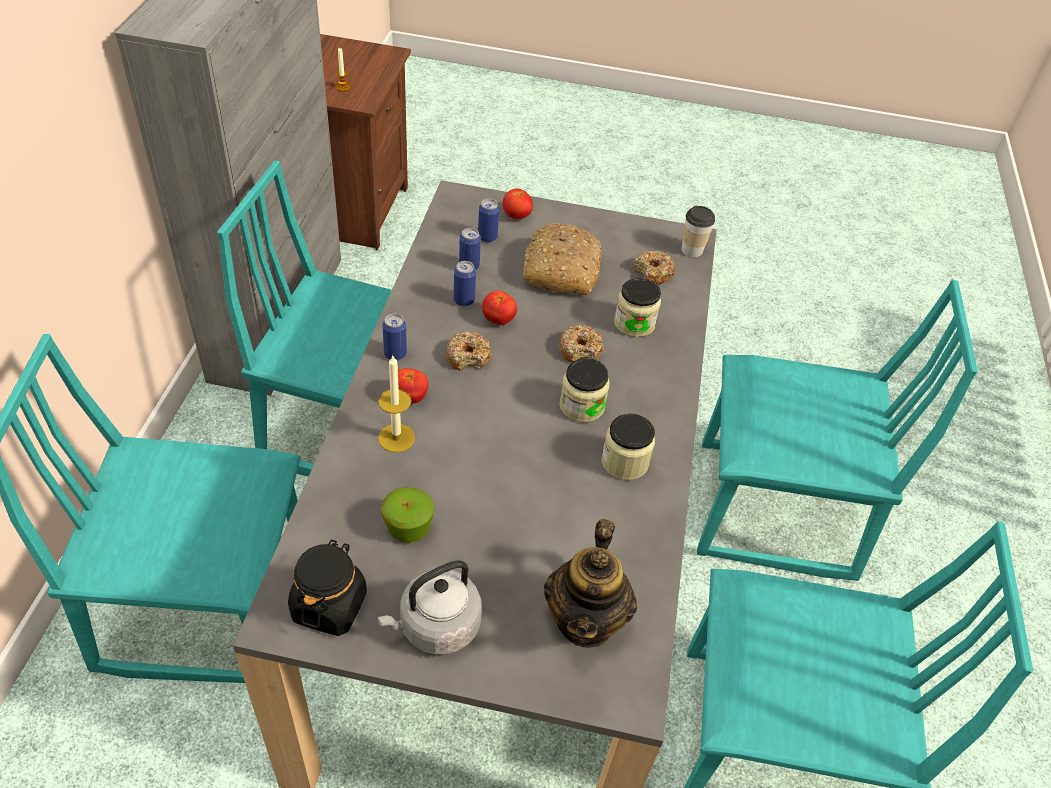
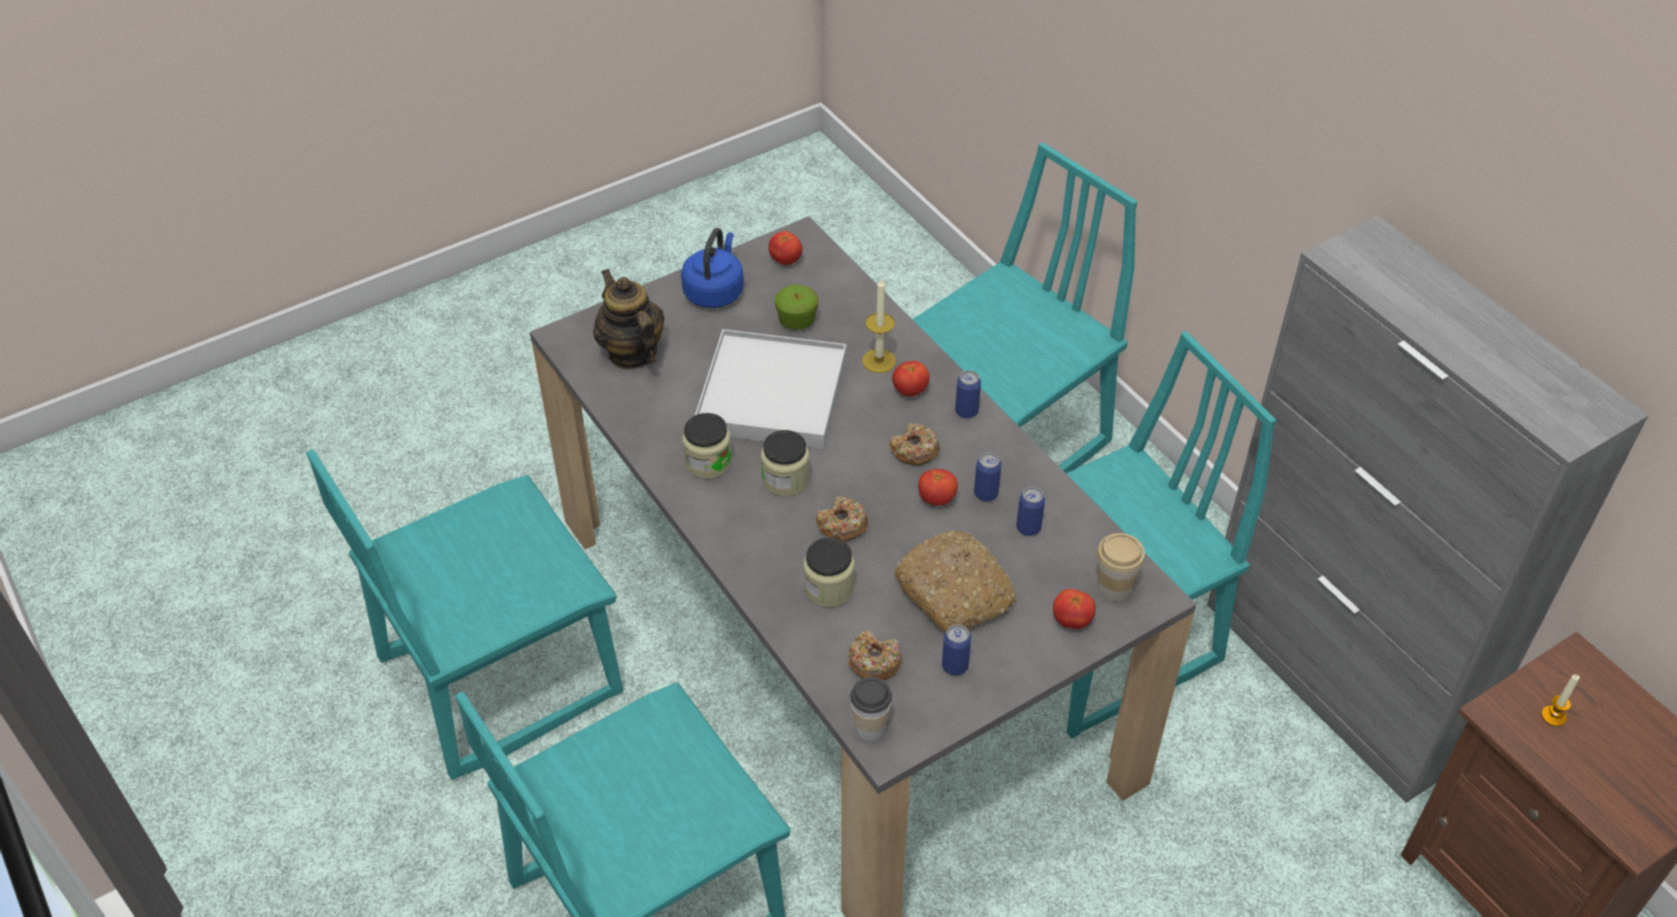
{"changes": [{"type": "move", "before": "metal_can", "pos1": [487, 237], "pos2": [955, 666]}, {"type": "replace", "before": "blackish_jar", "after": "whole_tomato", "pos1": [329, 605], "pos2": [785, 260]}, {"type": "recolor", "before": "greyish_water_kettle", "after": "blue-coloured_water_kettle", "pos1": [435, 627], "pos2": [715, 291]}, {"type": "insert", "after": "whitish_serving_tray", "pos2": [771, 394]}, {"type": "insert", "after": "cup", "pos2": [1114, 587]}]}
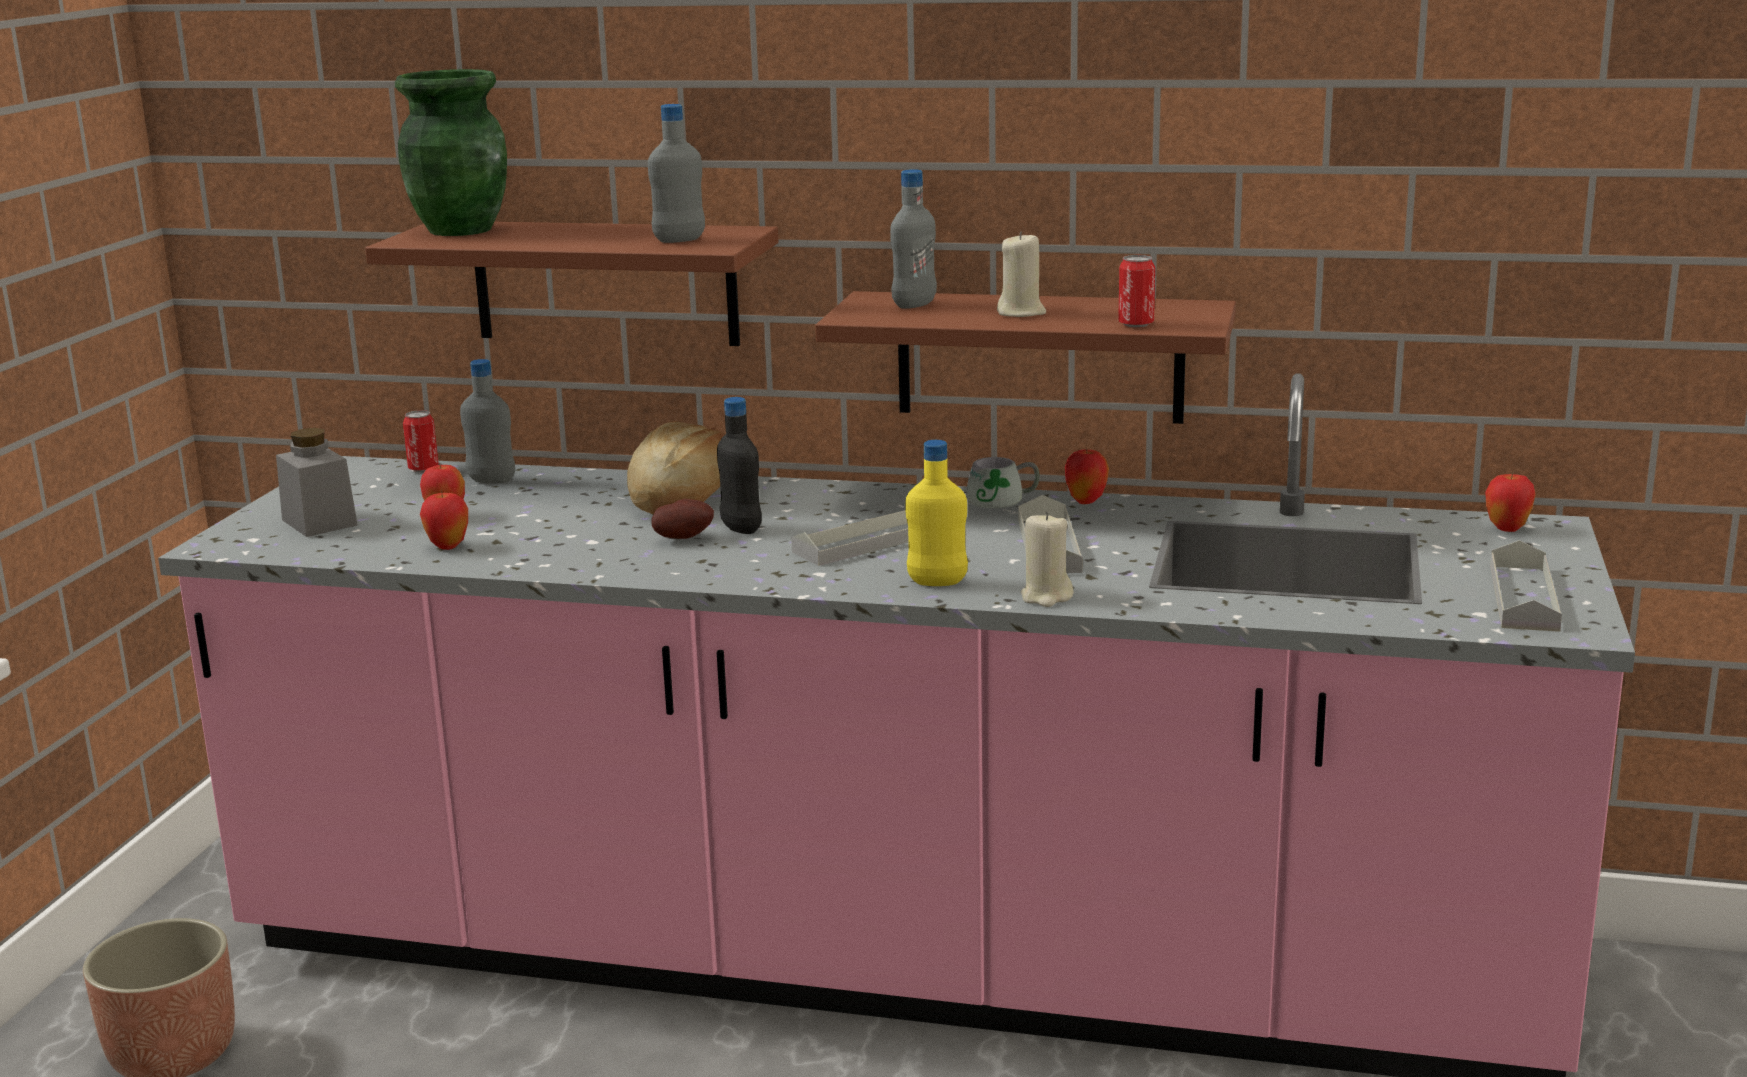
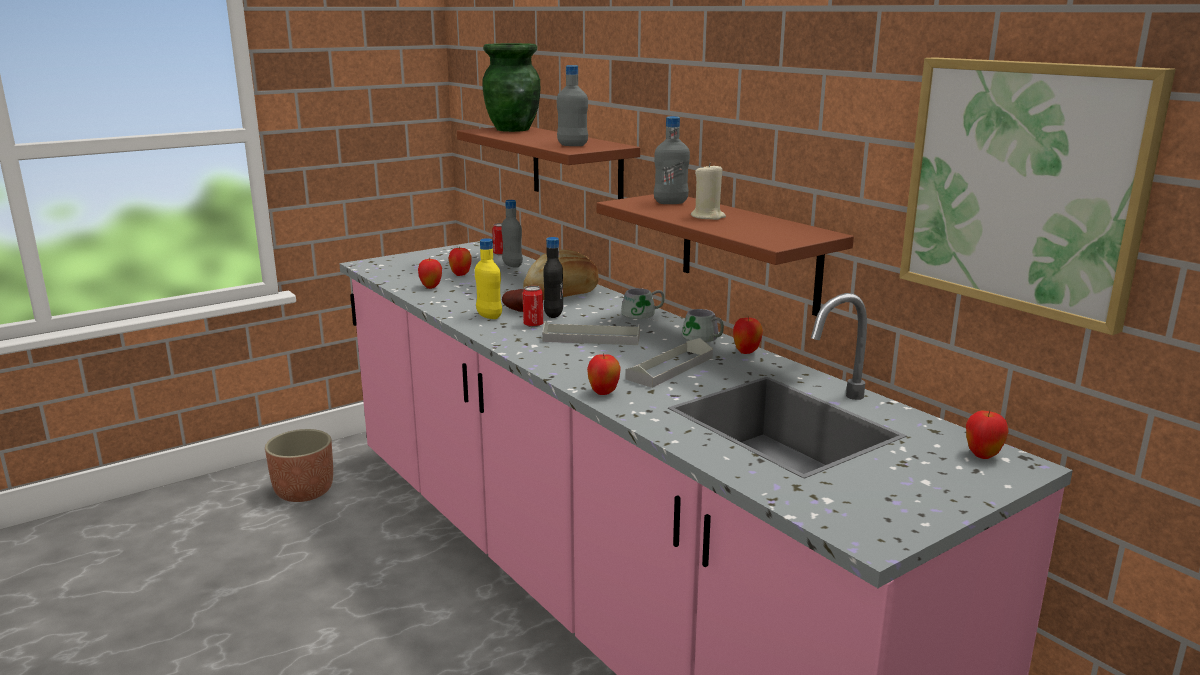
{"changes": [{"type": "move", "before": "metal_can", "pos1": [1136, 324], "pos2": [533, 325]}, {"type": "delete", "before": "greyish_jar", "pos1": [319, 522]}, {"type": "move", "before": "yellow-coloured_drink_bottle", "pos1": [937, 582], "pos2": [489, 316]}, {"type": "replace", "before": "beige-coloured_wax_candle", "after": "apple_fruit", "pos1": [1046, 597], "pos2": [603, 393]}, {"type": "delete", "before": "greyish_serving_tray", "pos1": [1523, 597]}, {"type": "insert", "after": "wall_art", "pos2": [1023, 187]}, {"type": "insert", "after": "greyish_coffee_mug", "pos2": [643, 315]}]}
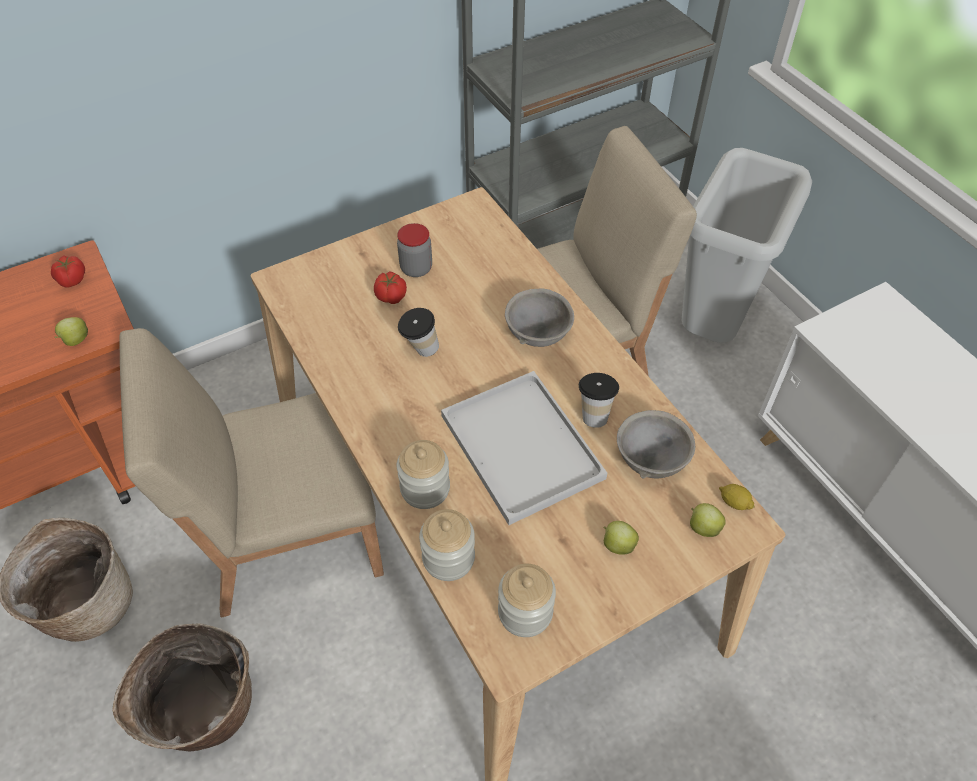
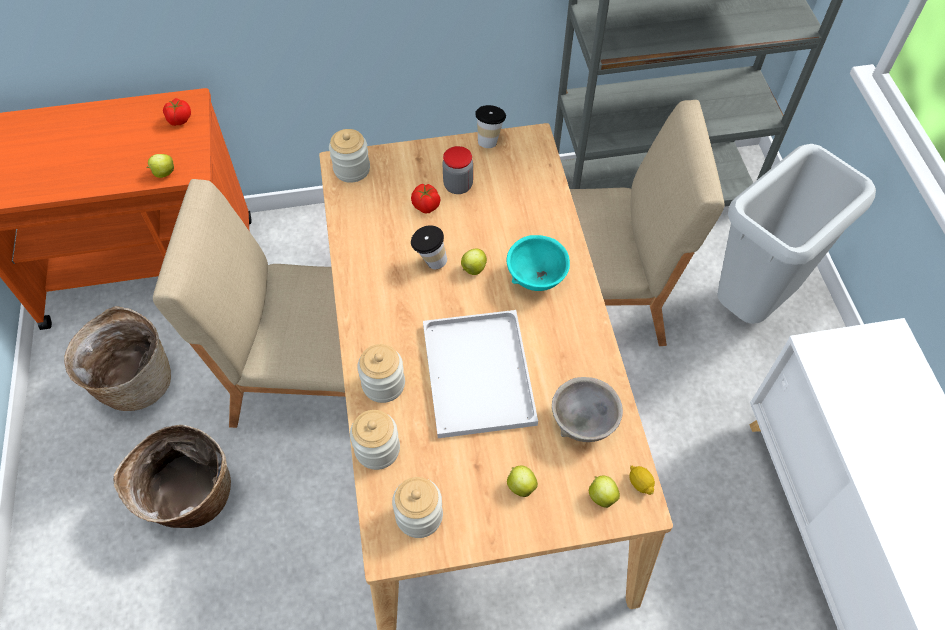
{"changes": [{"type": "recolor", "before": "greyish_serving_bowl", "after": "blue-green_serving_bowl", "pos1": [538, 335], "pos2": [537, 278]}, {"type": "move", "before": "cup", "pos1": [594, 414], "pos2": [489, 140]}, {"type": "insert", "after": "jar", "pos2": [352, 169]}, {"type": "insert", "after": "apple_fruit", "pos2": [473, 269]}]}
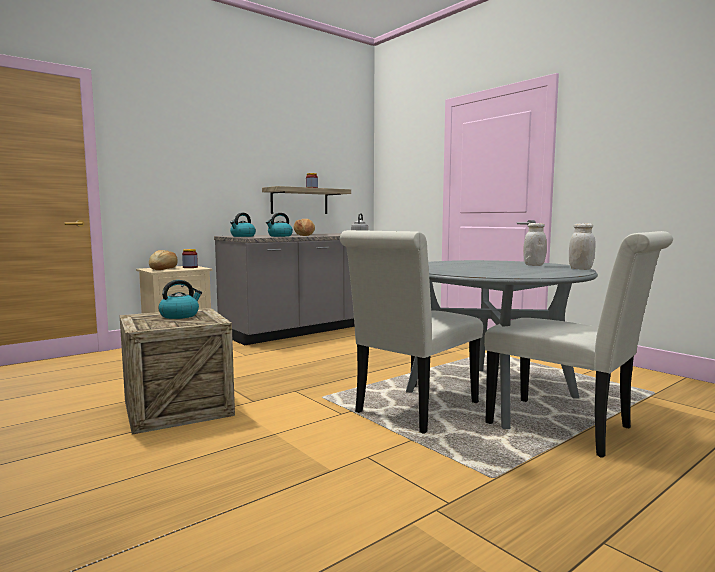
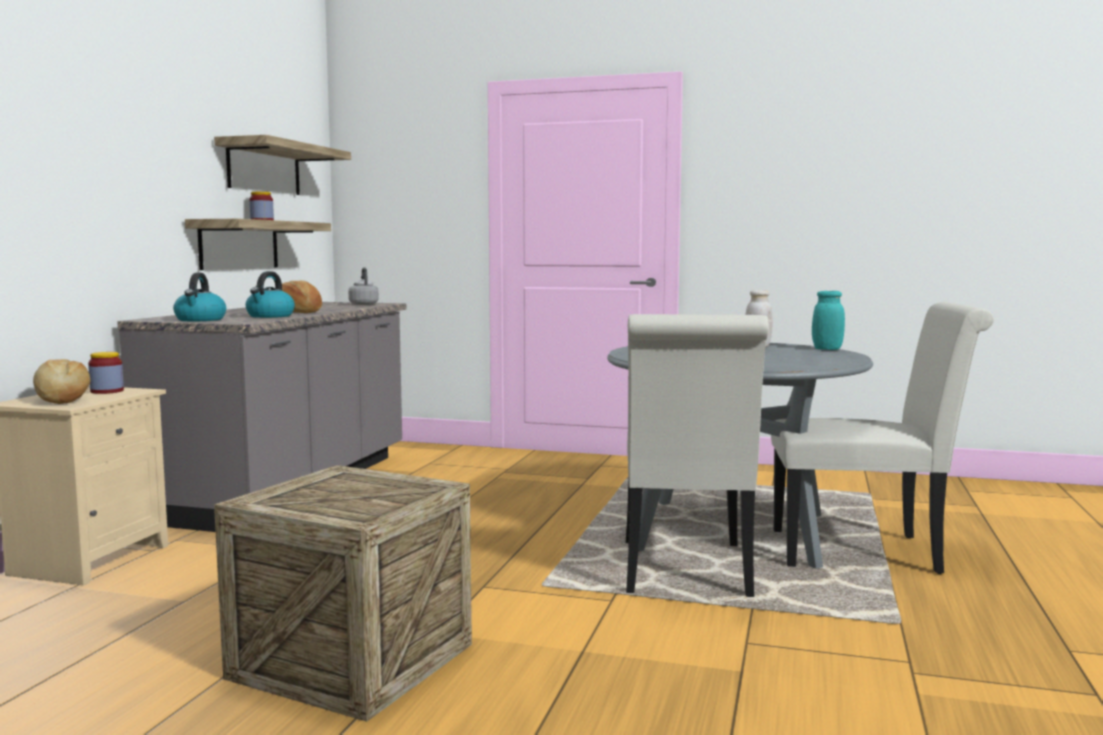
{"changes": [{"type": "recolor", "before": "whitish_jar", "after": "blue-green_jar", "pos1": [580, 269], "pos2": [827, 349]}, {"type": "delete", "before": "water_kettle", "pos1": [180, 315]}, {"type": "insert", "after": "bracket_shelf", "pos2": [264, 168]}]}
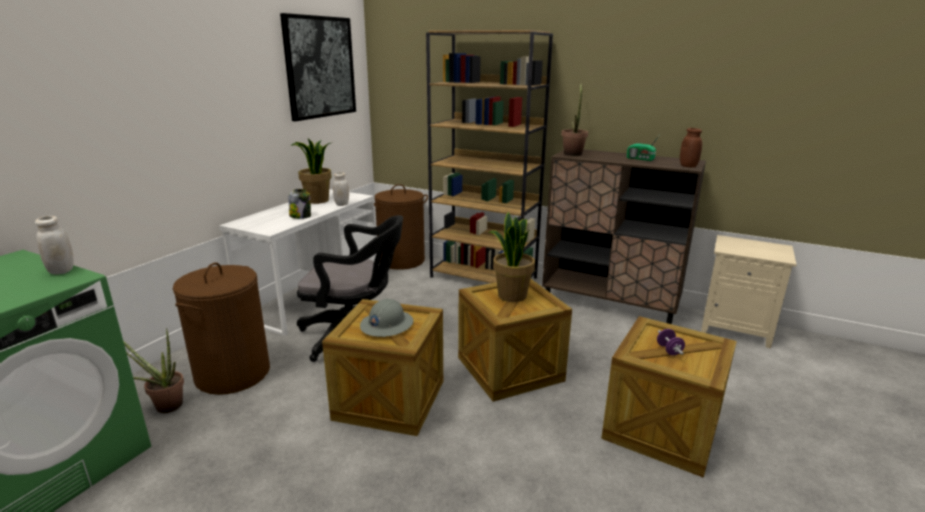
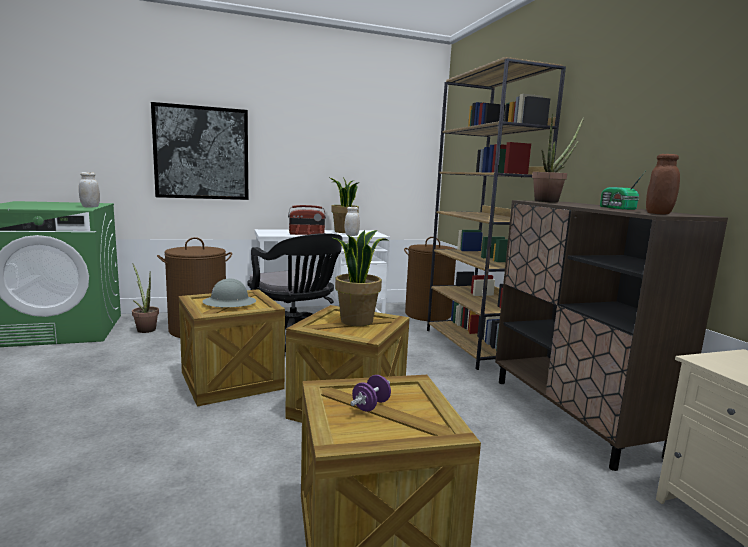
{"changes": [{"type": "move", "before": "wall_art", "pos1": [320, 67], "pos2": [202, 153]}, {"type": "replace", "before": "jar", "after": "radio_set", "pos1": [301, 216], "pos2": [306, 234]}]}
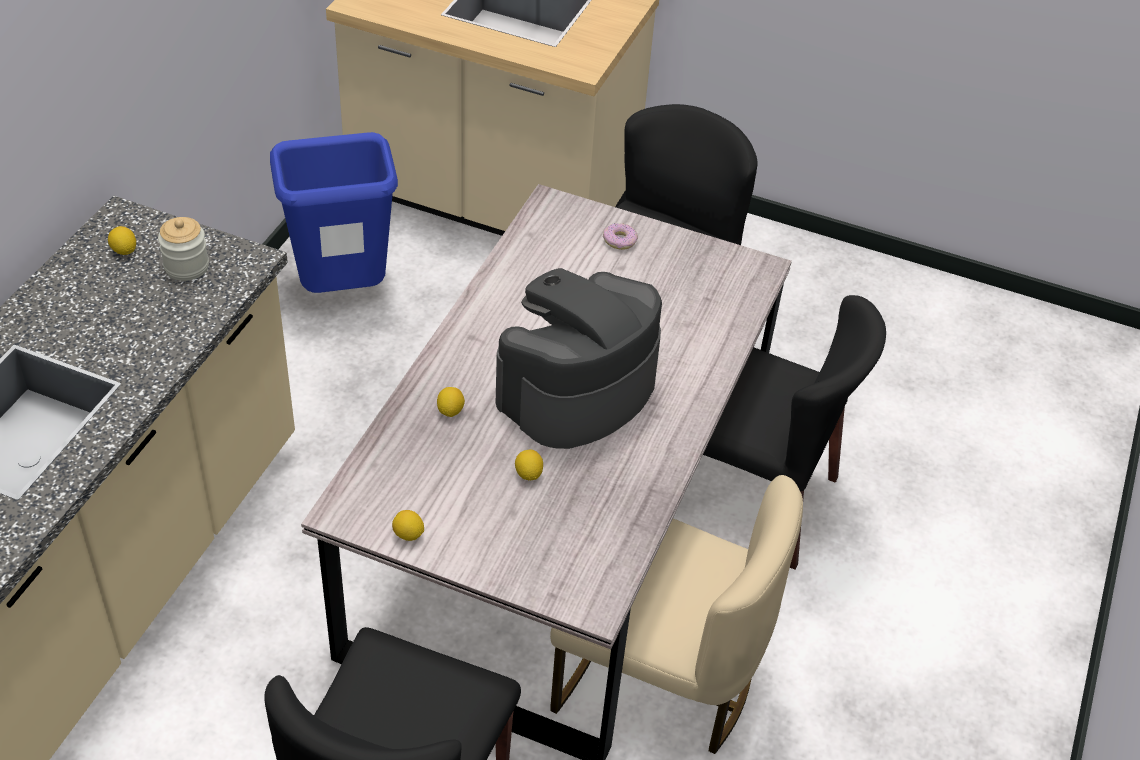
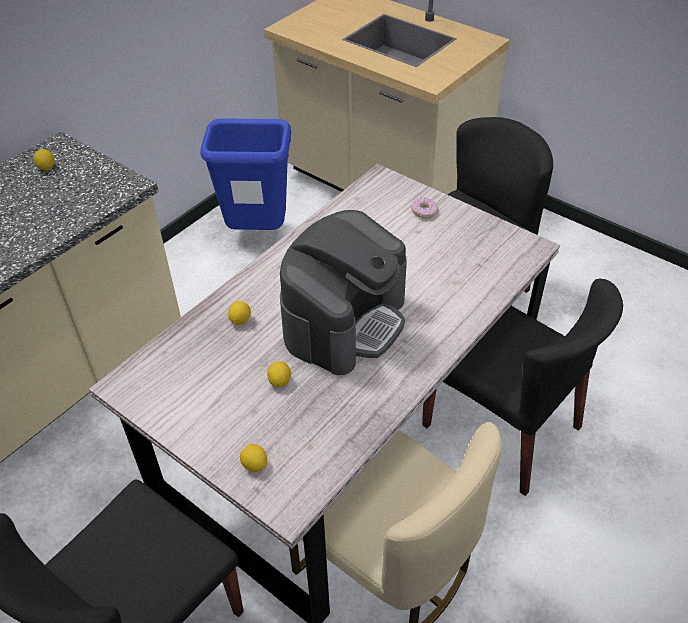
{"changes": [{"type": "delete", "before": "jar", "pos1": [186, 267]}, {"type": "rotate", "before": "coffee_brewer", "pos1": [576, 391], "pos2": [345, 321], "turn": 150}, {"type": "move", "before": "whole_lemon", "pos1": [408, 534], "pos2": [254, 465]}]}
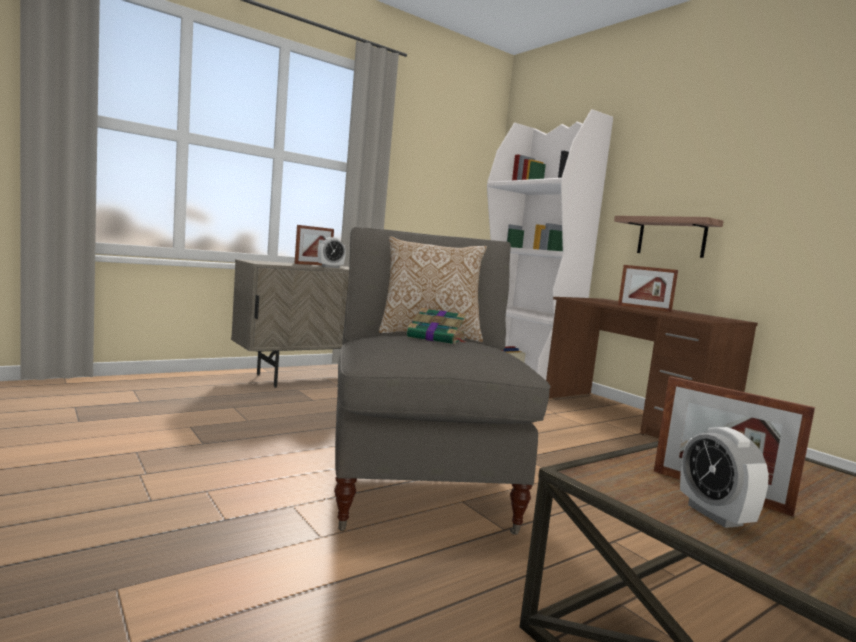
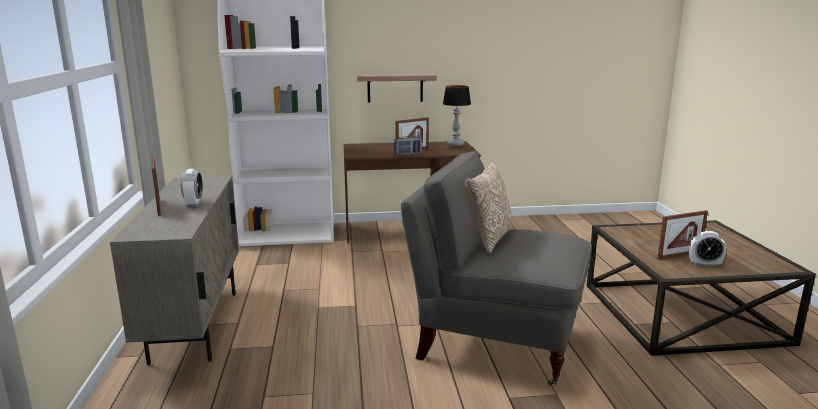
{"changes": [{"type": "delete", "before": "book", "pos1": [437, 338]}, {"type": "insert", "after": "table_lamp", "pos2": [455, 144]}, {"type": "insert", "after": "radio_set", "pos2": [408, 154]}]}
